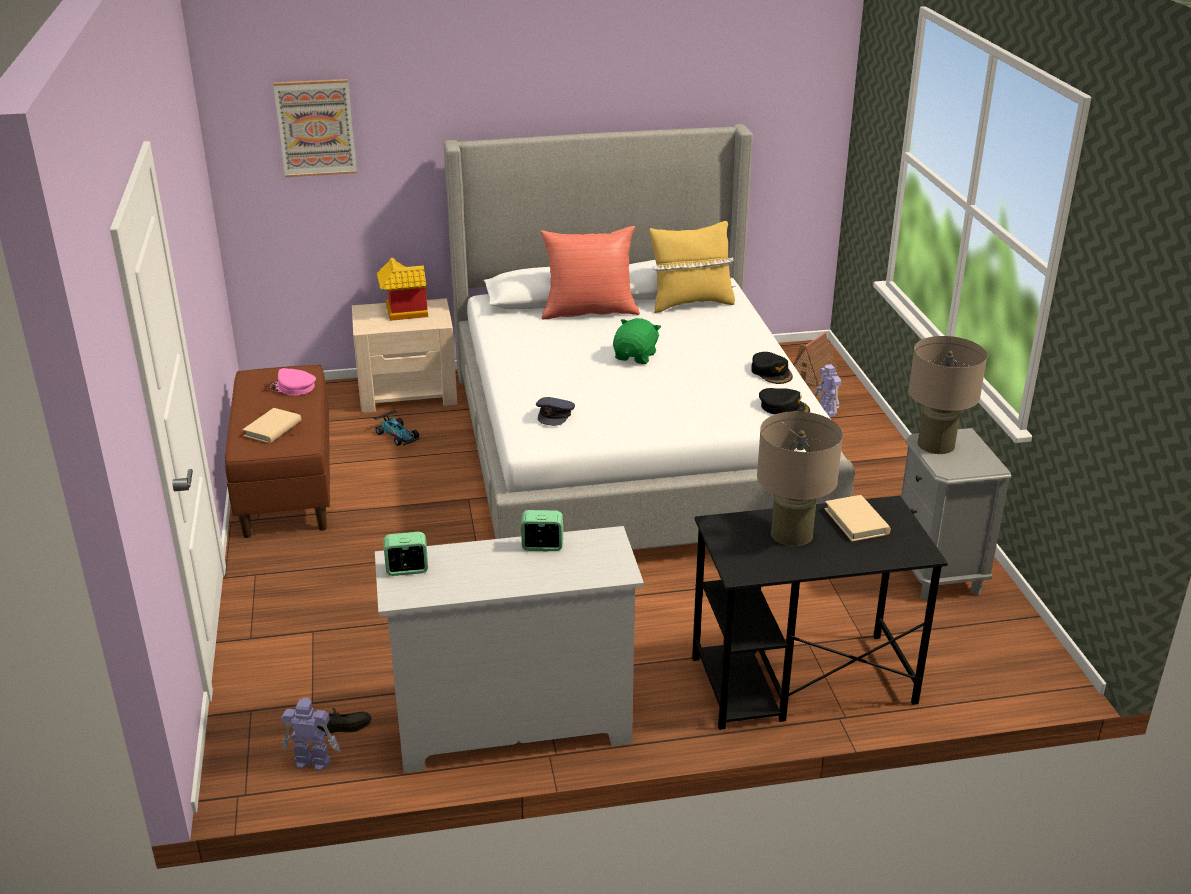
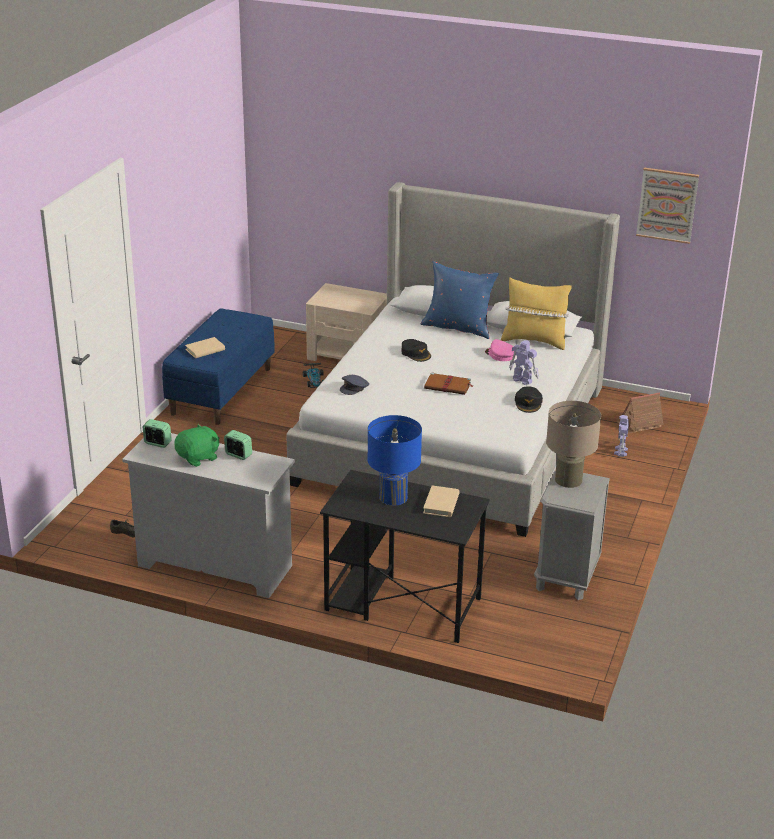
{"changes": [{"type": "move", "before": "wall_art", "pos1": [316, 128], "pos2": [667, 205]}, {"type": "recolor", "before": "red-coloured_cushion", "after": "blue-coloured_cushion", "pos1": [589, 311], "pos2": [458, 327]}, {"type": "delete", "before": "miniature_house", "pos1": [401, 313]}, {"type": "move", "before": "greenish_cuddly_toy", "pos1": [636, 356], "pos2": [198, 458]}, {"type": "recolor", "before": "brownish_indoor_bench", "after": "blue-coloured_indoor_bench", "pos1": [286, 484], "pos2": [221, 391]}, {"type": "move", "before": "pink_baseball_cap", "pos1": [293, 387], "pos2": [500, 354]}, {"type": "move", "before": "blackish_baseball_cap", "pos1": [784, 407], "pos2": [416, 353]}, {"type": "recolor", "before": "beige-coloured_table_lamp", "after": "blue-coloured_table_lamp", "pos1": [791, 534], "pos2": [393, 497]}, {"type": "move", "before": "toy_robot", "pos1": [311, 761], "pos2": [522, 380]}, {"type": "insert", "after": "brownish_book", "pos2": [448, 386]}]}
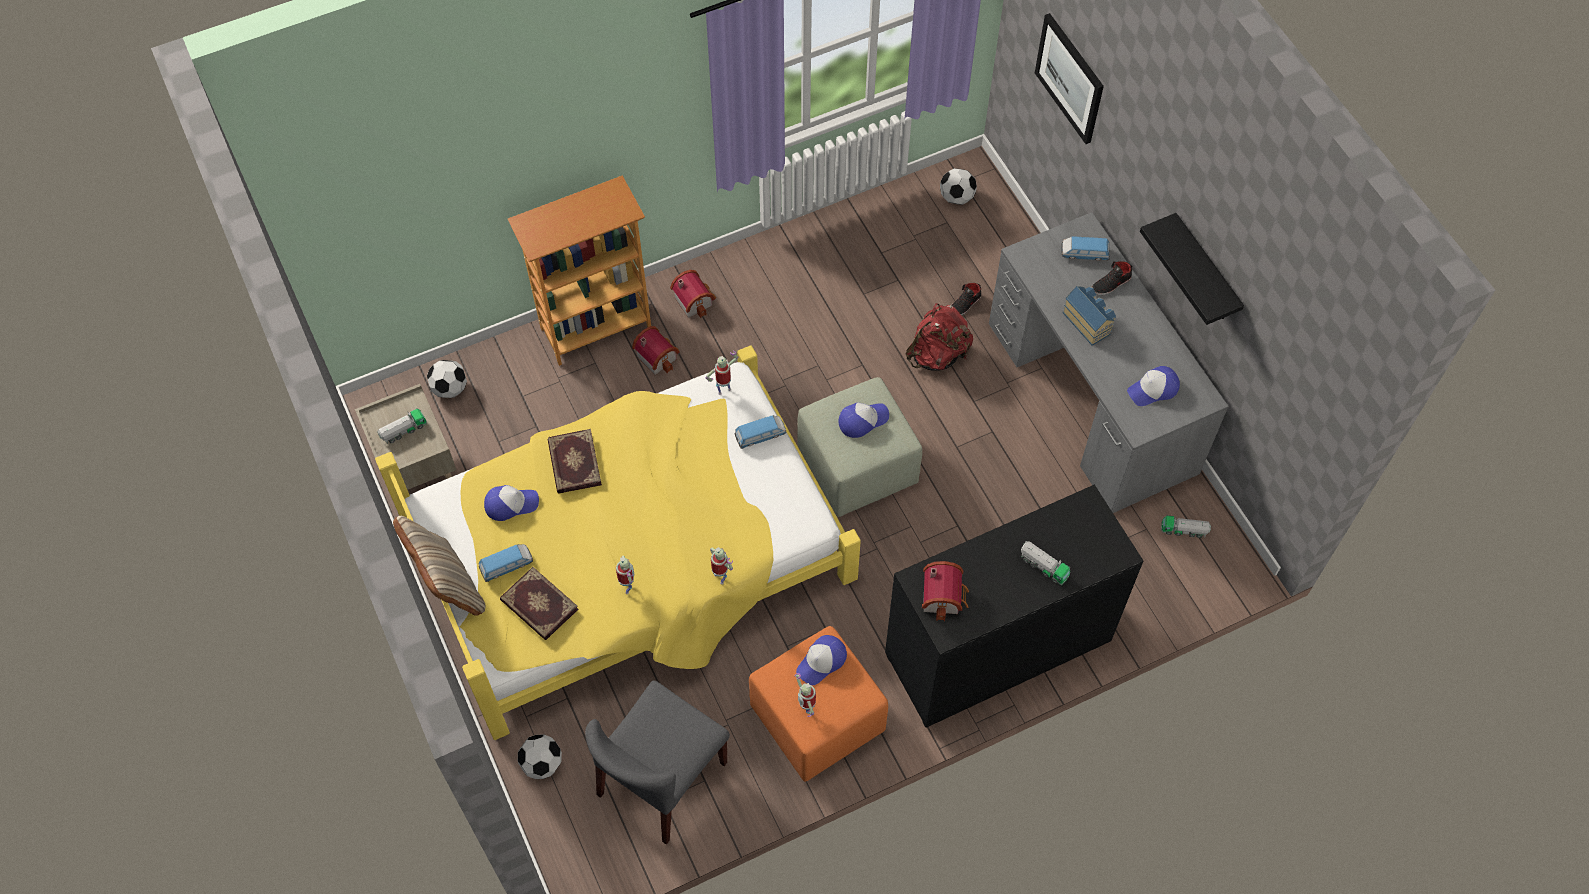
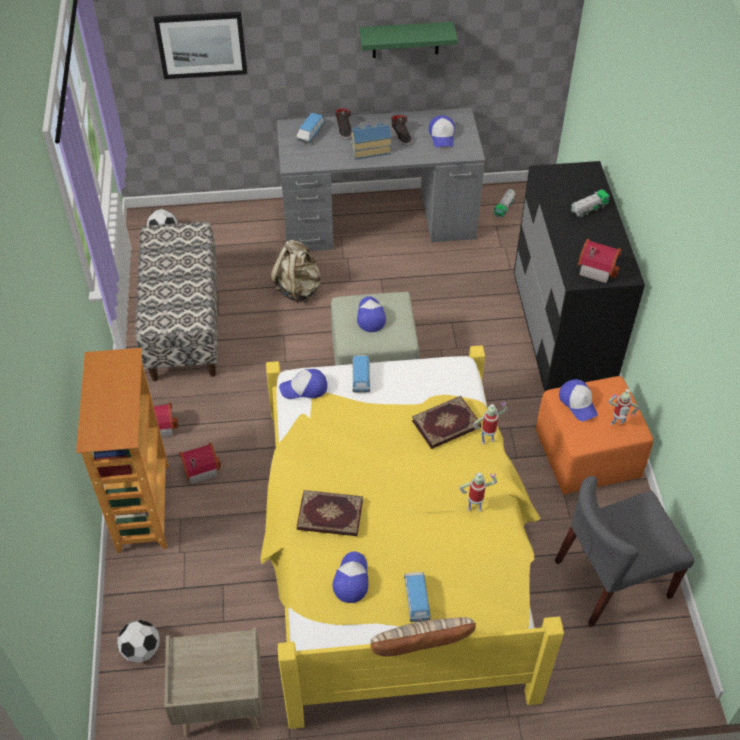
{"changes": [{"type": "recolor", "before": "blackish_bracket_shelf", "after": "greenish_bracket_shelf", "pos1": [1204, 272], "pos2": [405, 39]}, {"type": "move", "before": "blackish_item_of_footwear", "pos1": [964, 305], "pos2": [401, 135]}, {"type": "recolor", "before": "red-coloured_rucksack", "after": "beige-coloured_rucksack", "pos1": [937, 354], "pos2": [298, 288]}, {"type": "replace", "before": "toy_robot", "after": "baseball_cap", "pos1": [724, 389], "pos2": [304, 388]}, {"type": "delete", "before": "toy_truck", "pos1": [404, 431]}, {"type": "move", "before": "book", "pos1": [538, 606], "pos2": [446, 425]}, {"type": "rotate", "before": "greyish_upright_chair", "pos1": [662, 779], "pos2": [612, 579], "turn": 105}, {"type": "delete", "before": "ball_for_football", "pos1": [542, 764]}, {"type": "insert", "after": "indoor_bench", "pos2": [183, 324]}]}
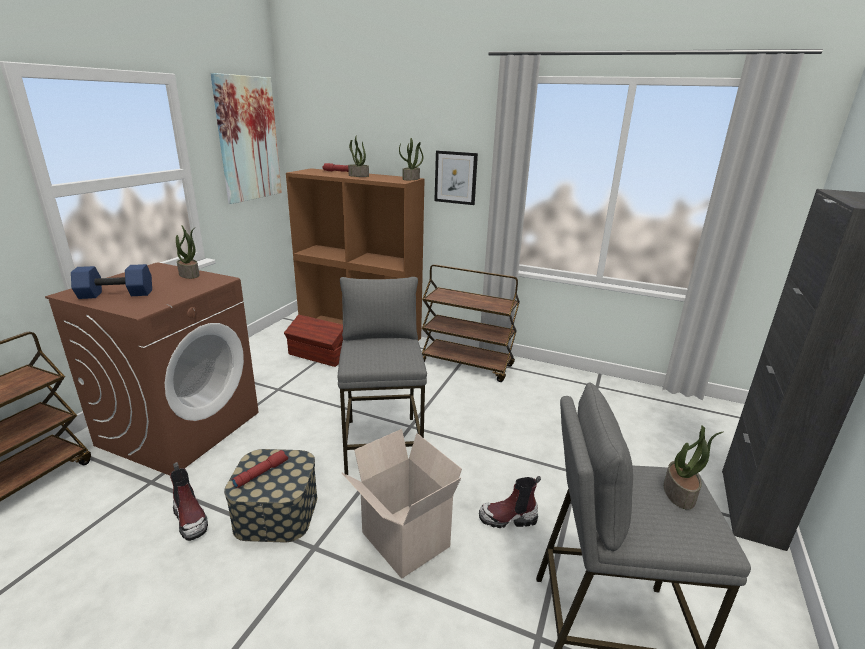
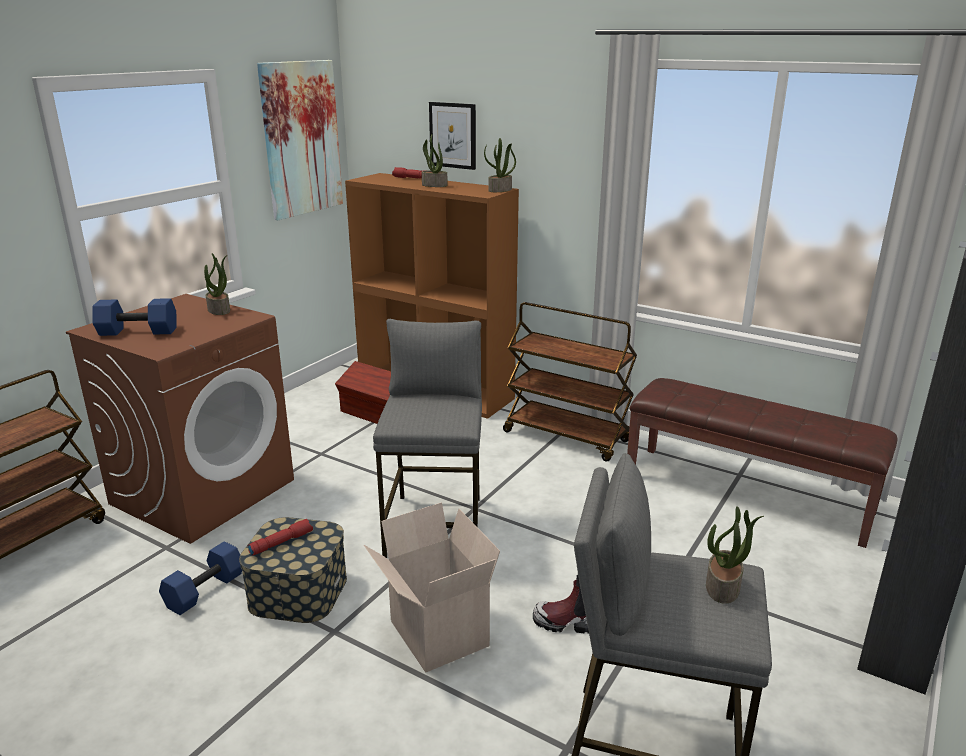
{"changes": [{"type": "move", "before": "wall_art", "pos1": [455, 177], "pos2": [453, 135]}, {"type": "replace", "before": "boot", "after": "blue-coloured_hand_weight", "pos1": [191, 519], "pos2": [205, 589]}, {"type": "insert", "after": "brownish_indoor_bench", "pos2": [747, 492]}]}
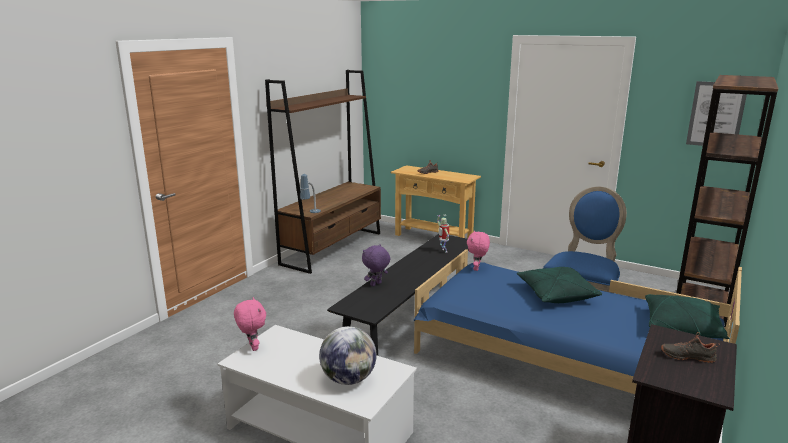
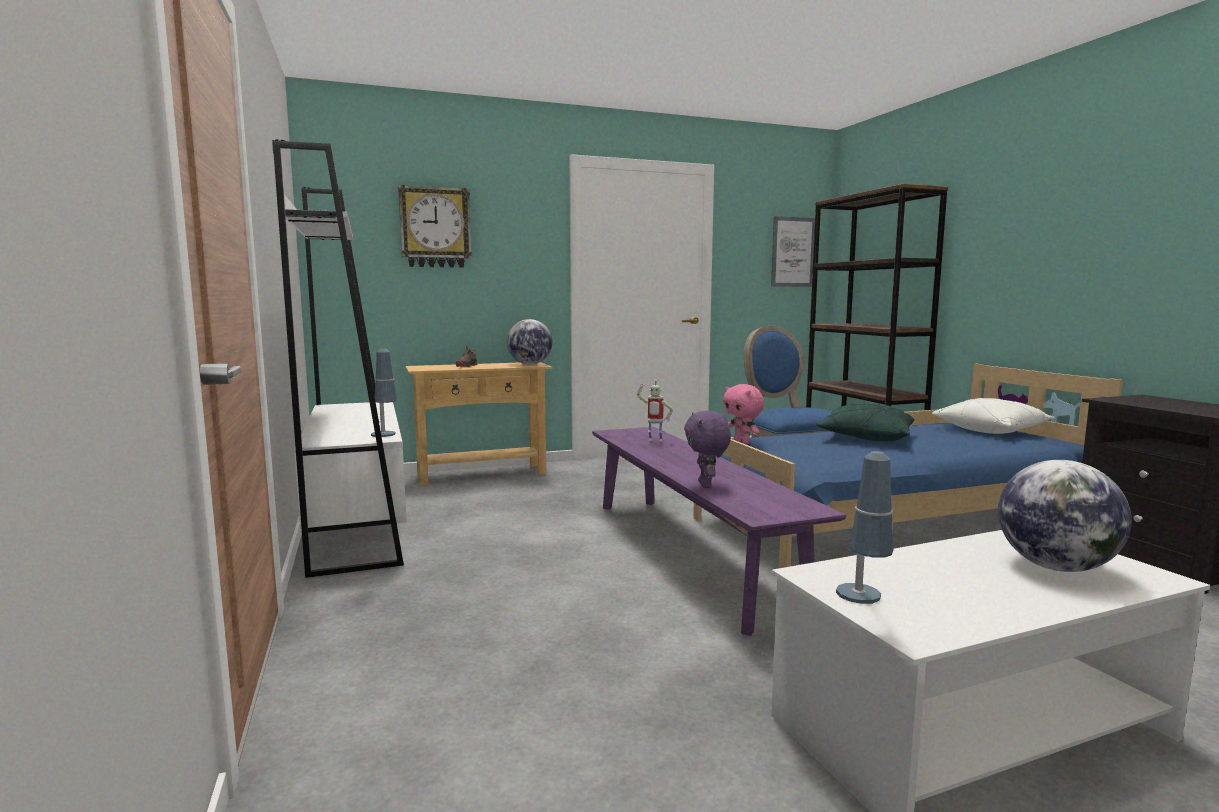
{"changes": [{"type": "recolor", "before": "brownish_shelving_unit", "after": "whitish_shelving_unit", "pos1": [333, 248], "pos2": [357, 525]}, {"type": "recolor", "before": "blackish_indoor_bench", "after": "purplish_indoor_bench", "pos1": [412, 319], "pos2": [687, 553]}, {"type": "recolor", "before": "greenish_cushion", "after": "whitish_cushion", "pos1": [682, 327], "pos2": [991, 430]}, {"type": "replace", "before": "pink_cuddly_toy", "after": "table_lamp", "pos1": [252, 347], "pos2": [861, 608]}, {"type": "delete", "before": "blackish_item_of_footwear", "pos1": [687, 356]}, {"type": "insert", "after": "hanging_clock", "pos2": [435, 228]}, {"type": "insert", "after": "desk_globe", "pos2": [530, 364]}]}
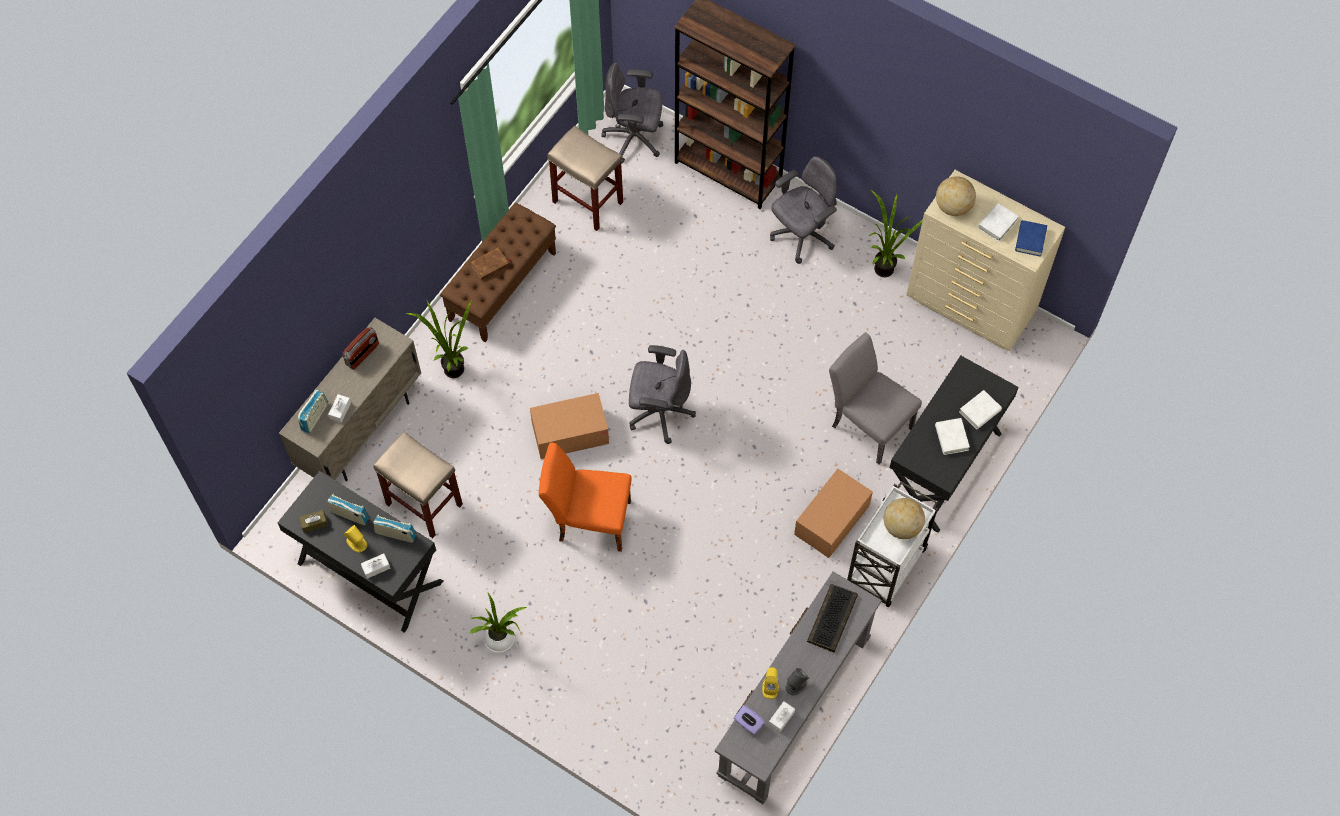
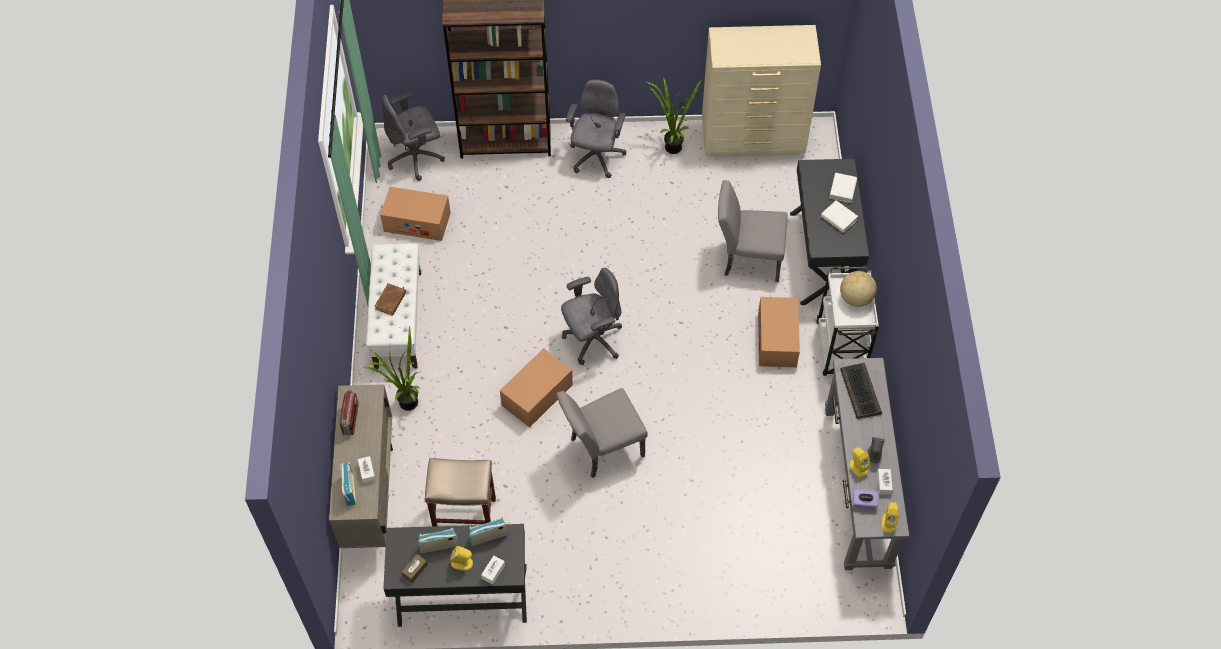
{"changes": [{"type": "replace", "before": "beige-coloured_sitting_stool", "after": "packing_box", "pos1": [588, 202], "pos2": [417, 222]}, {"type": "delete", "before": "desk_globe", "pos1": [953, 206]}, {"type": "recolor", "before": "brownish_indoor_bench", "after": "whitish_indoor_bench", "pos1": [502, 286], "pos2": [398, 319]}, {"type": "delete", "before": "whitish_book", "pos1": [997, 224]}, {"type": "delete", "before": "blue-coloured_book", "pos1": [1030, 240]}, {"type": "recolor", "before": "orange-coloured_upright_chair", "after": "greyish_upright_chair", "pos1": [588, 520], "pos2": [601, 449]}, {"type": "delete", "before": "plant_in_a_pot", "pos1": [502, 640]}, {"type": "insert", "after": "yellow-coloured_audio_speaker", "pos2": [888, 522]}]}
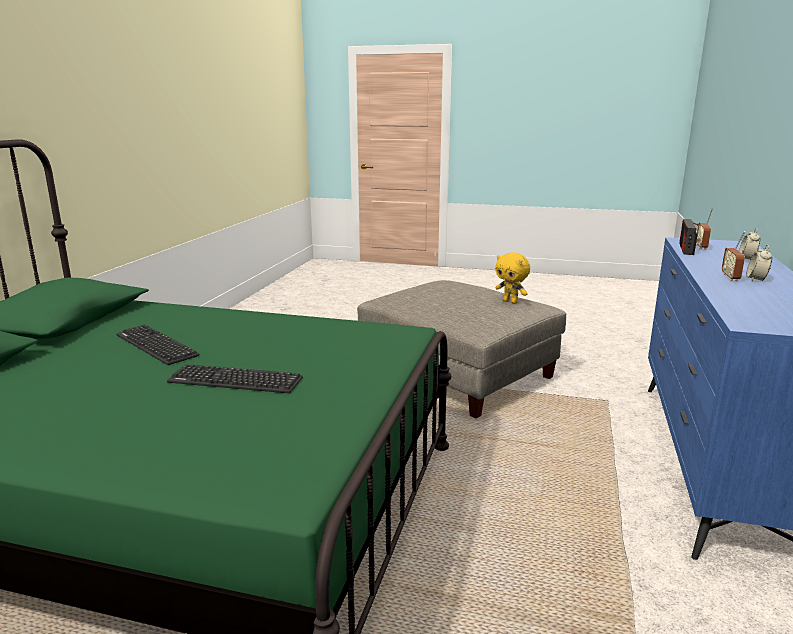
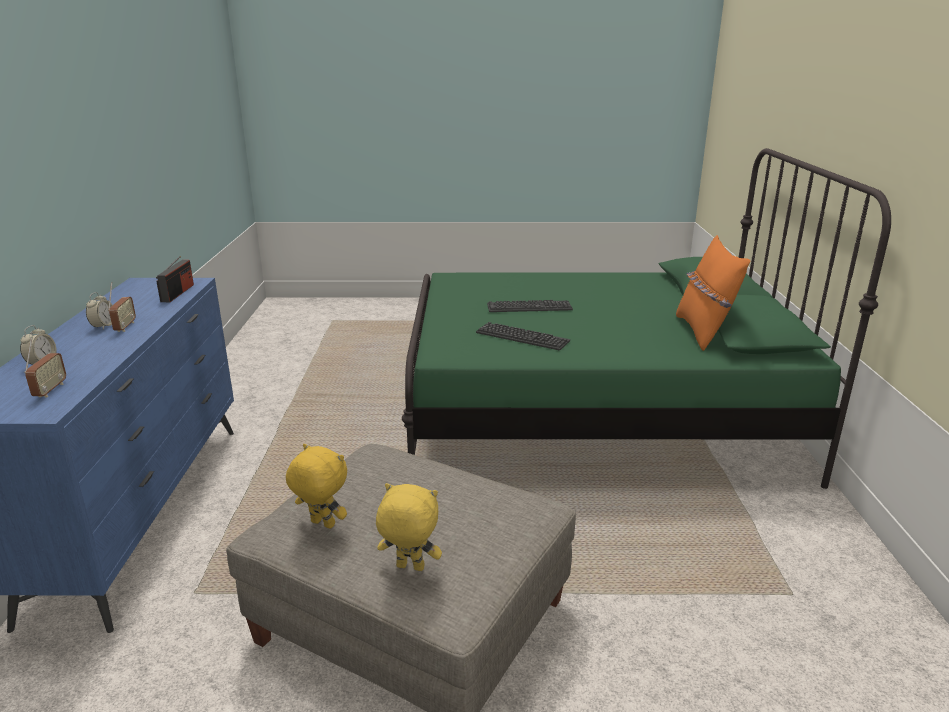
{"changes": [{"type": "move", "before": "radio_set", "pos1": [686, 249], "pos2": [177, 293]}, {"type": "move", "before": "keyboard", "pos1": [156, 345], "pos2": [522, 337]}, {"type": "insert", "after": "orange-coloured_cushion", "pos2": [703, 332]}, {"type": "insert", "after": "yellow-coloured_cuddly_toy", "pos2": [409, 568]}]}
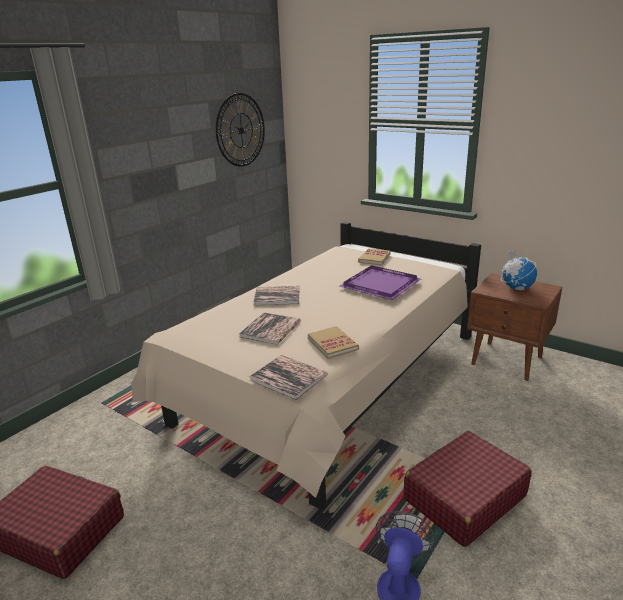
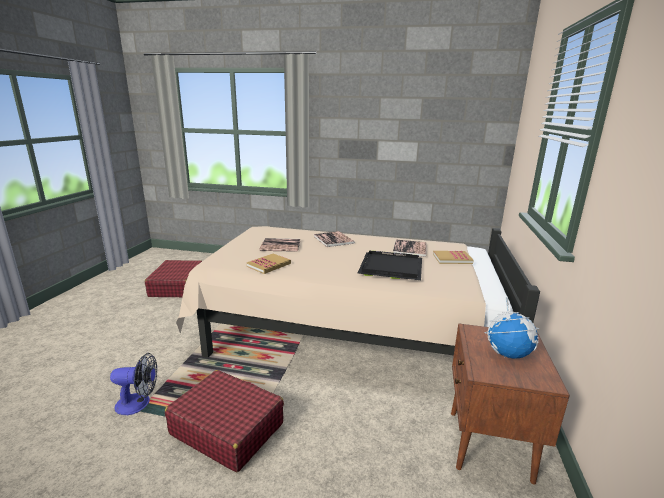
{"changes": [{"type": "delete", "before": "hanging_clock", "pos1": [241, 130]}, {"type": "recolor", "before": "purplish_serving_tray", "after": "blackish_serving_tray", "pos1": [380, 285], "pos2": [389, 268]}, {"type": "move", "before": "book", "pos1": [288, 377], "pos2": [410, 249]}]}
